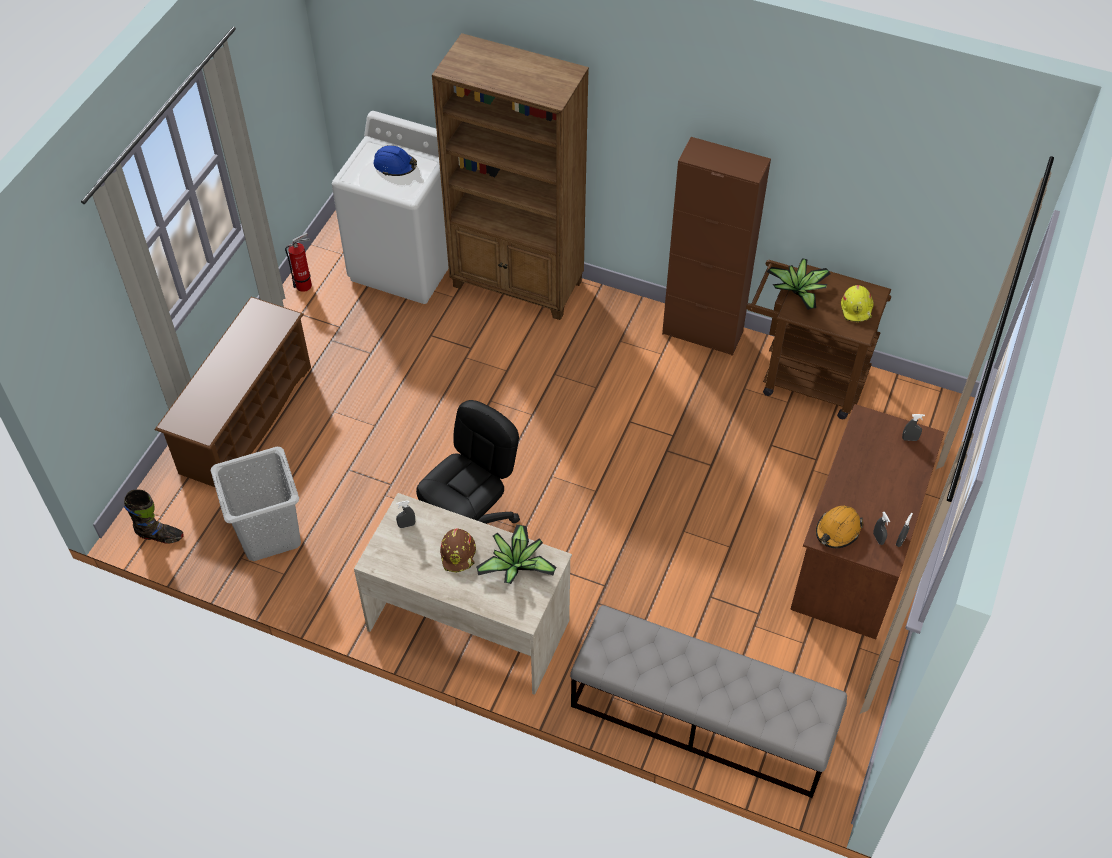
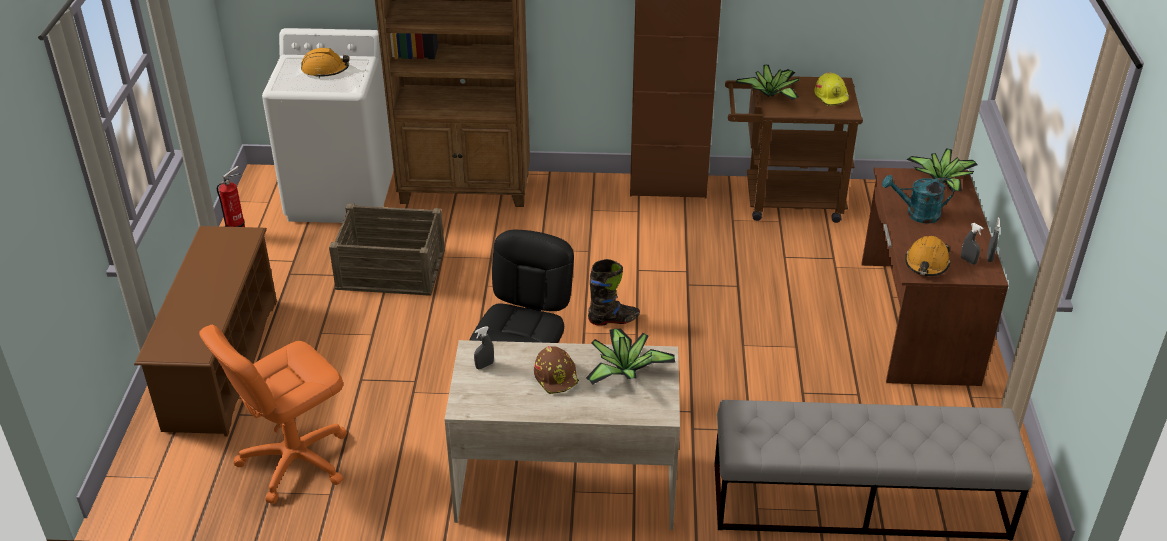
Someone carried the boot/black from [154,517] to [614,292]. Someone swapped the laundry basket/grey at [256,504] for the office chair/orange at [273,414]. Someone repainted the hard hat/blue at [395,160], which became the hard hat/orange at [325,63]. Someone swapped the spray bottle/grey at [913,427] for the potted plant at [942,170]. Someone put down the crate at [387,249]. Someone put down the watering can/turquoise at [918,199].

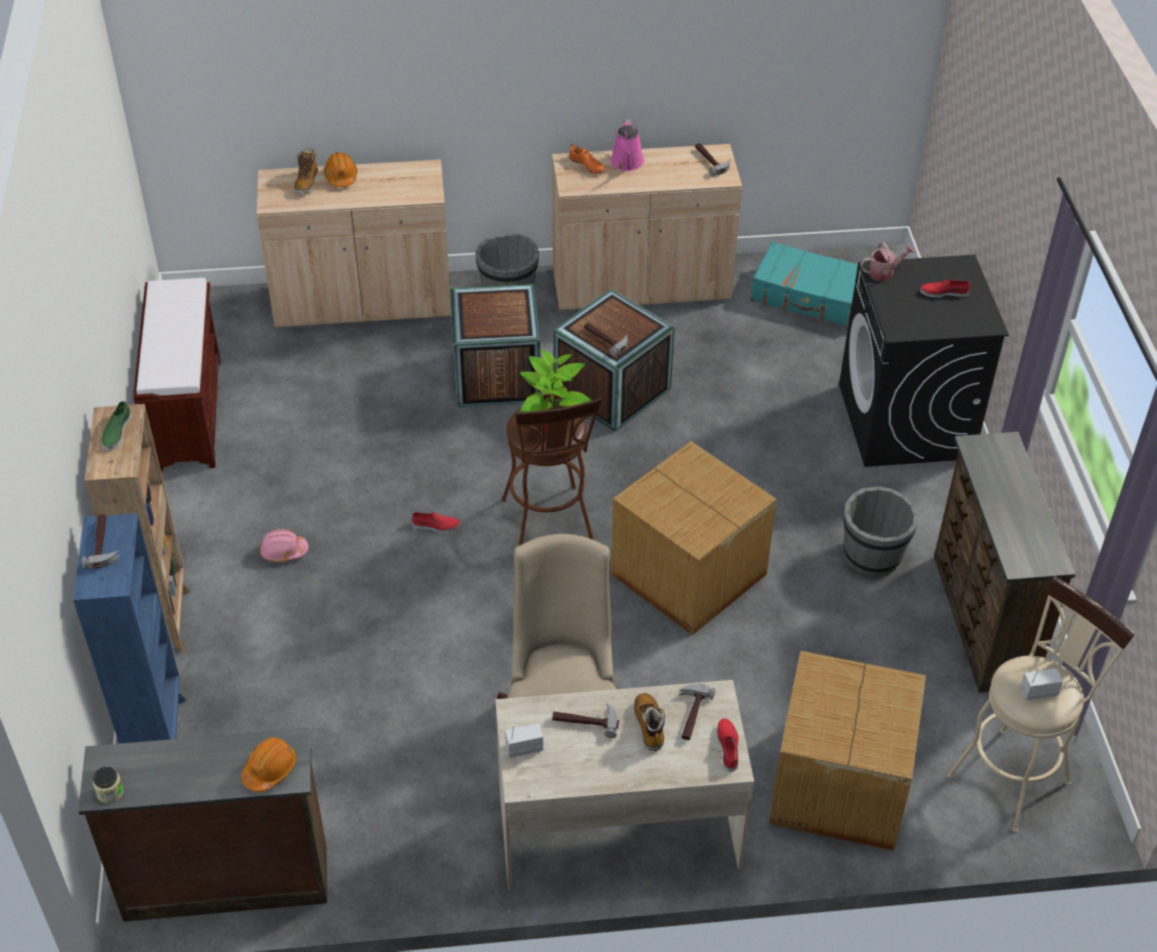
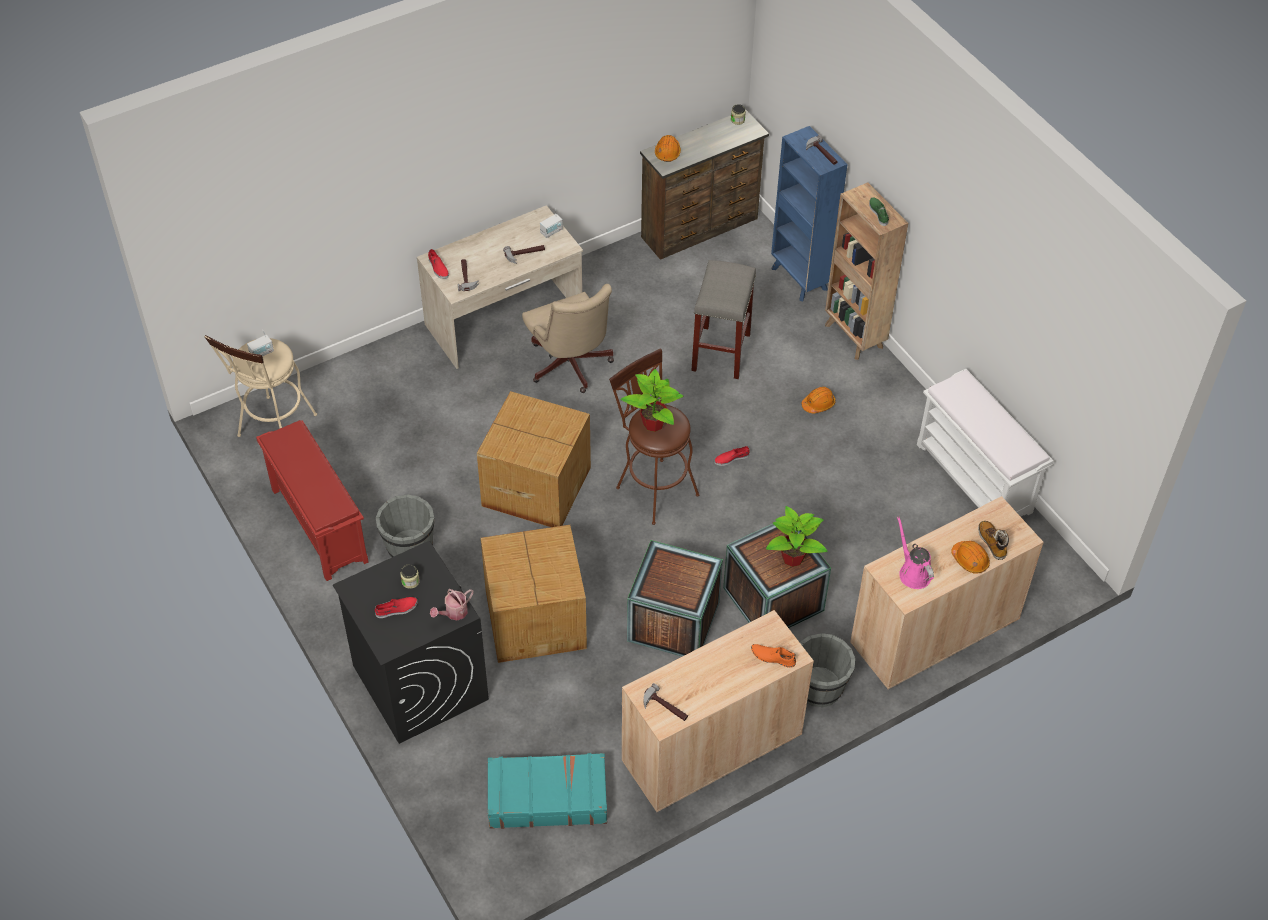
Someone repainted the bench/brown at [177,374], which became the bench/white at [985,442]. Someone repainted the hard hat/pink at [283,545], which became the hard hat/orange at [819,400]. Someone took away the hammer at [606,339]. Someone carried the watering can/pink from [627,145] to [915,552]. Someone took away the boot at [649,722]. Someone carried the cardboard box from [847,751] to [534,594]. Someone swapped the dresser/brown at [1005,562] for the shoe rack/red at [312,500]. Someone put down the jar at [410,576]. Someone put down the stool/grey at [723,319]. Someone put down the potted plant at [797,536].

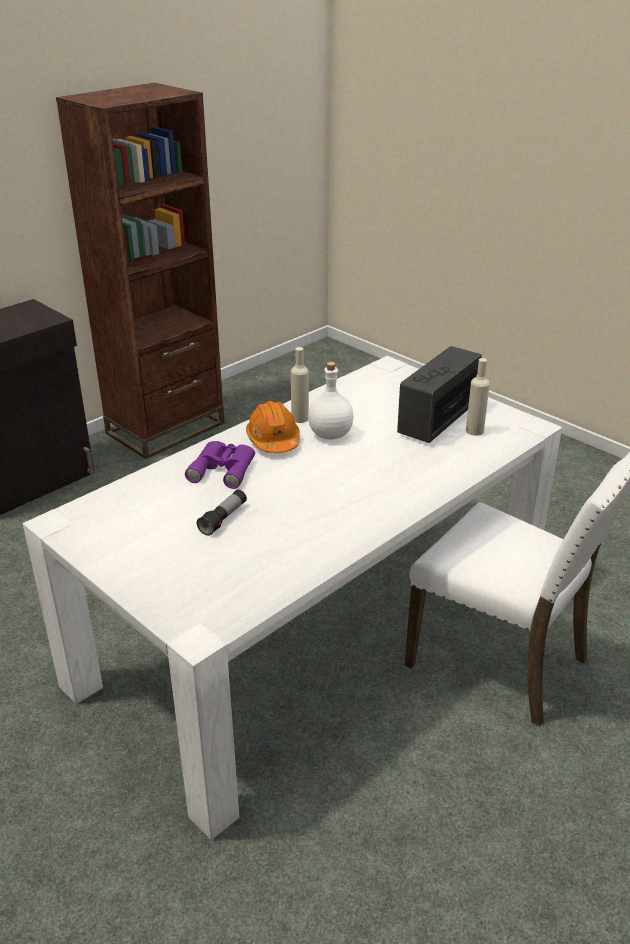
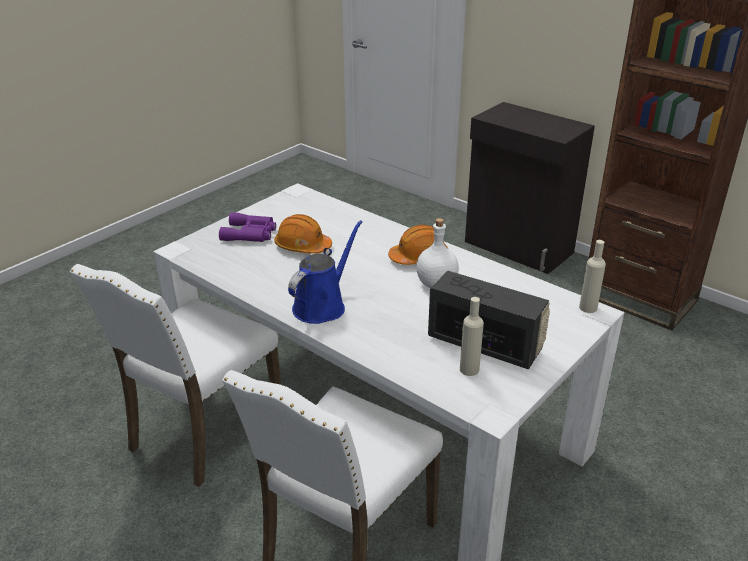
Someone carried the binoculars/purple from [220,465] to [247,227]. Someone swapped the flashlight at [222,513] for the hard hat/orange at [303,234]. Someone carried the bottle/beige from [300,385] to [592,276]. Someone put down the chair/white at [175,375]. Someone put down the watering can/blue at [325,272].

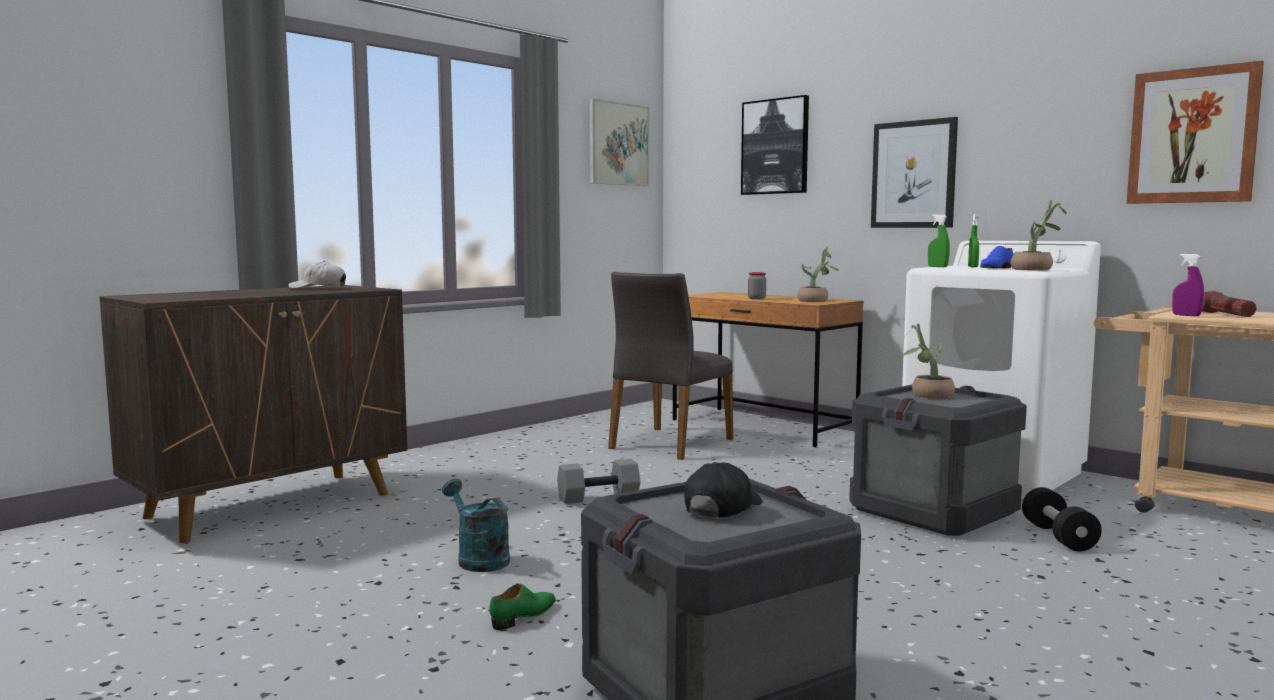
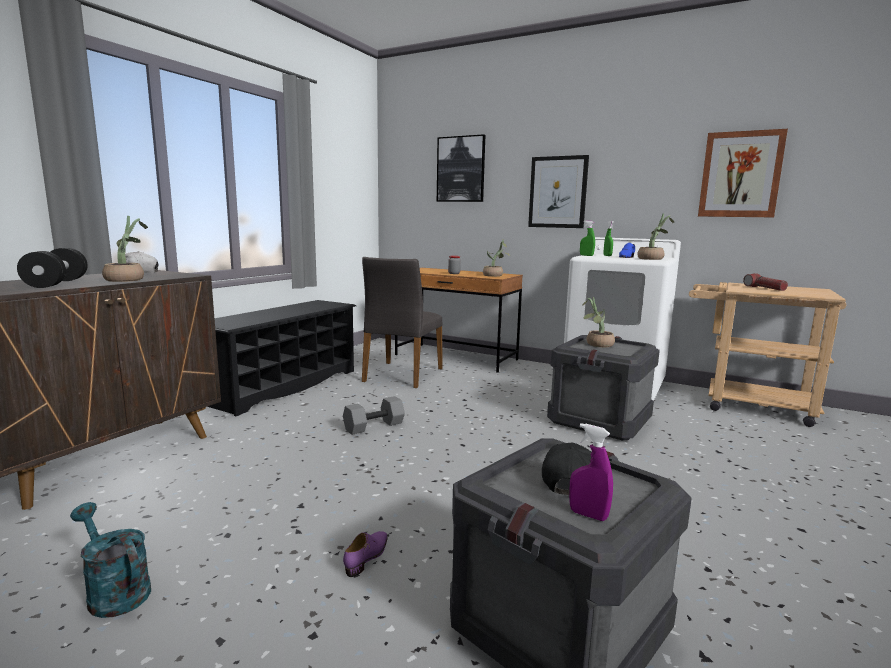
Someone carried the watering can/turquoise from [476,525] to [110,560]. Someone repainted the shoe/green at [522,606], which became the shoe/purple at [365,554]. Someone took away the picture at [619,142]. Someone carried the dumbbell/black from [1062,519] to [52,268]. Someone carried the spray bottle/purple from [1188,285] to [591,472]. Someone put down the potted plant at [125,249]. Someone put down the shoe rack/black at [282,358].

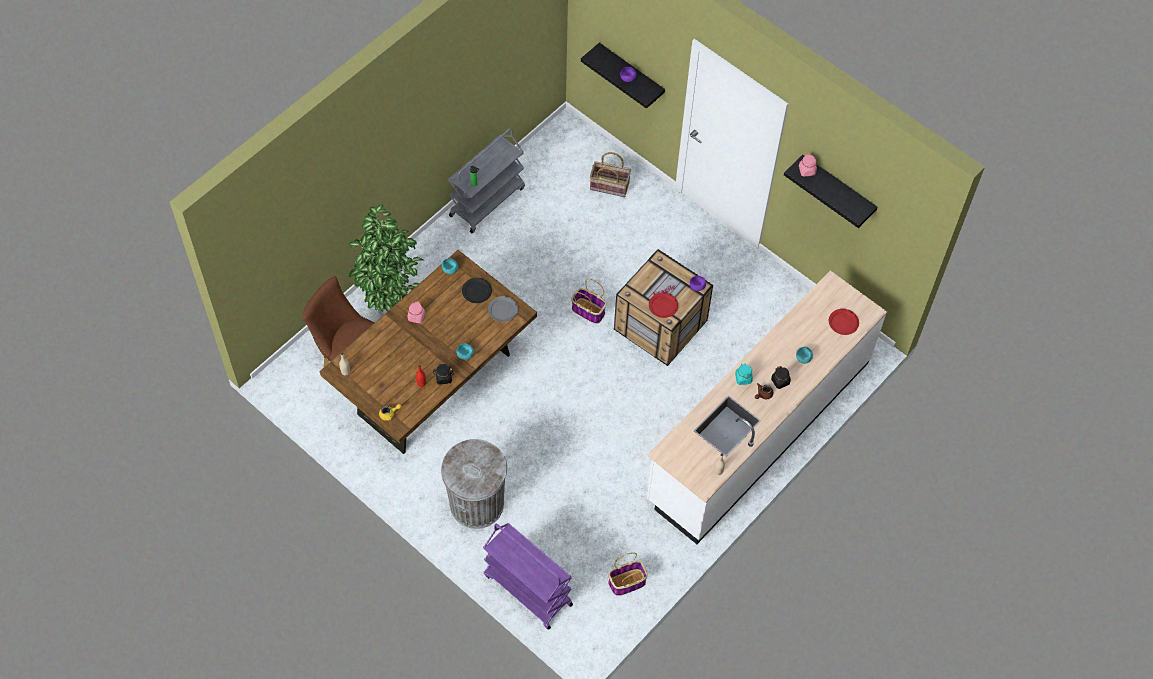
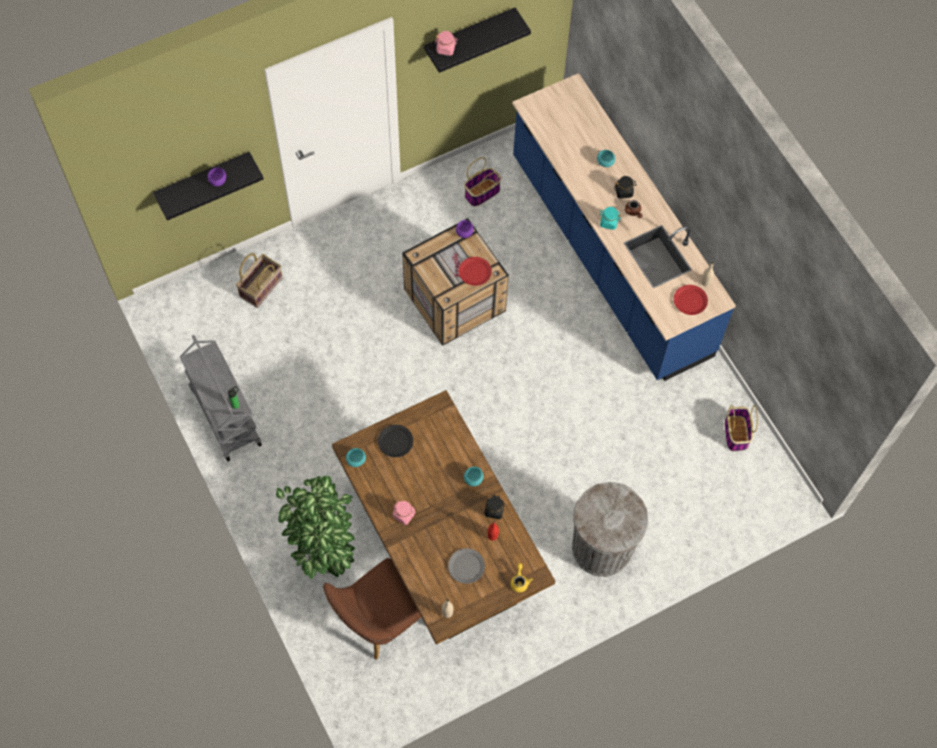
Someone took away the cart/purple at [528,576]. Someone carried the plate/grey from [503,309] to [466,566]. Someone carried the basket from [588,301] to [483,182]. Someone repainted the counter/white at [767,407], which became the counter/blue at [624,227]. Someone carried the plate/red from [844,322] to [691,300].

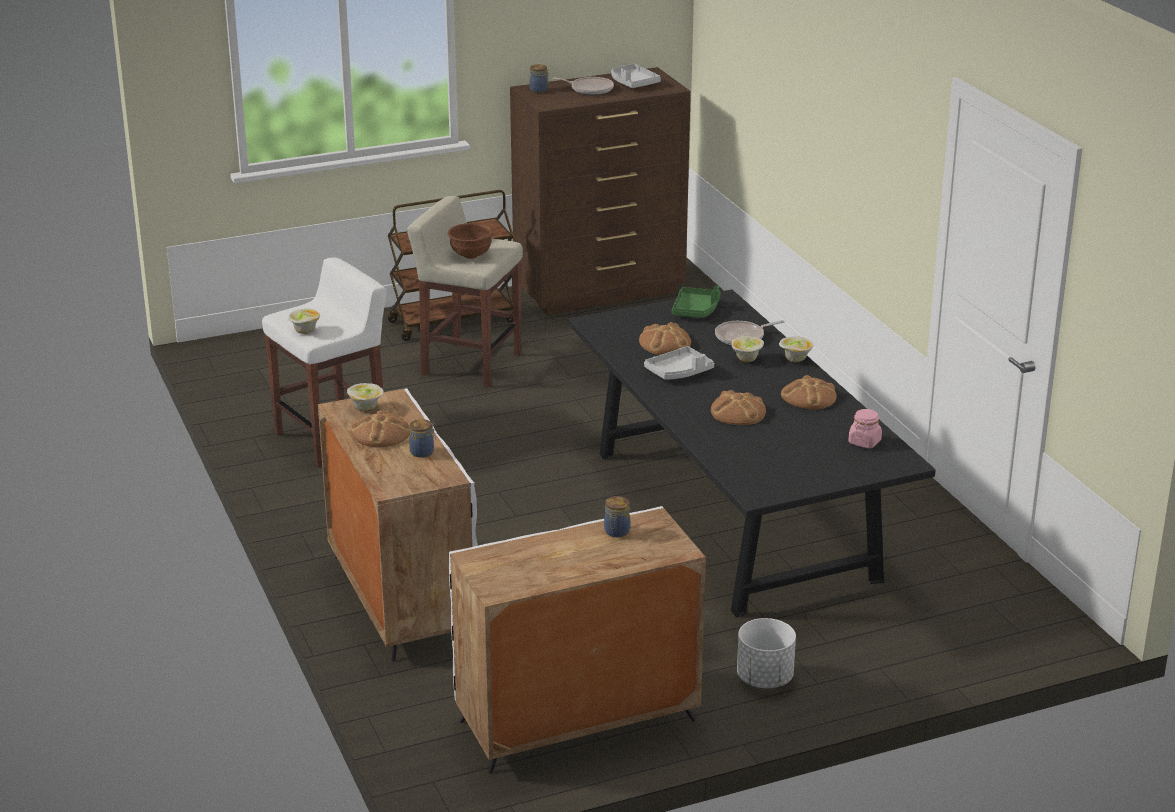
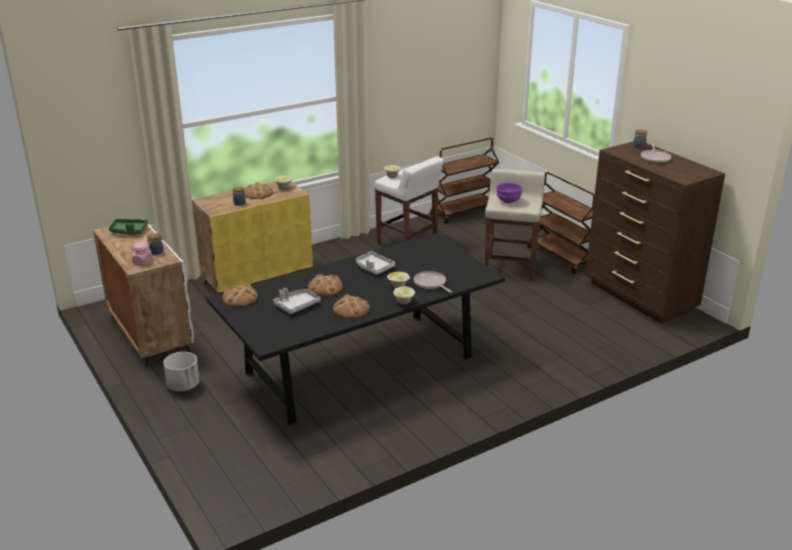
Someone repainted the cabinet/white at [398,525], which became the cabinet/yellow at [252,237]. Someone repainted the bowl/brown at [470,241], which became the bowl/purple at [509,192]. Someone carried the tray/grey from [636,76] to [296,301]. Someone carried the bread from [665,338] to [240,295]. Someone carried the tray/green from [696,302] to [128,226]. Someone carried the jar/pink from [865,428] to [142,253]. Someone put down the cart/brown at [464,181].

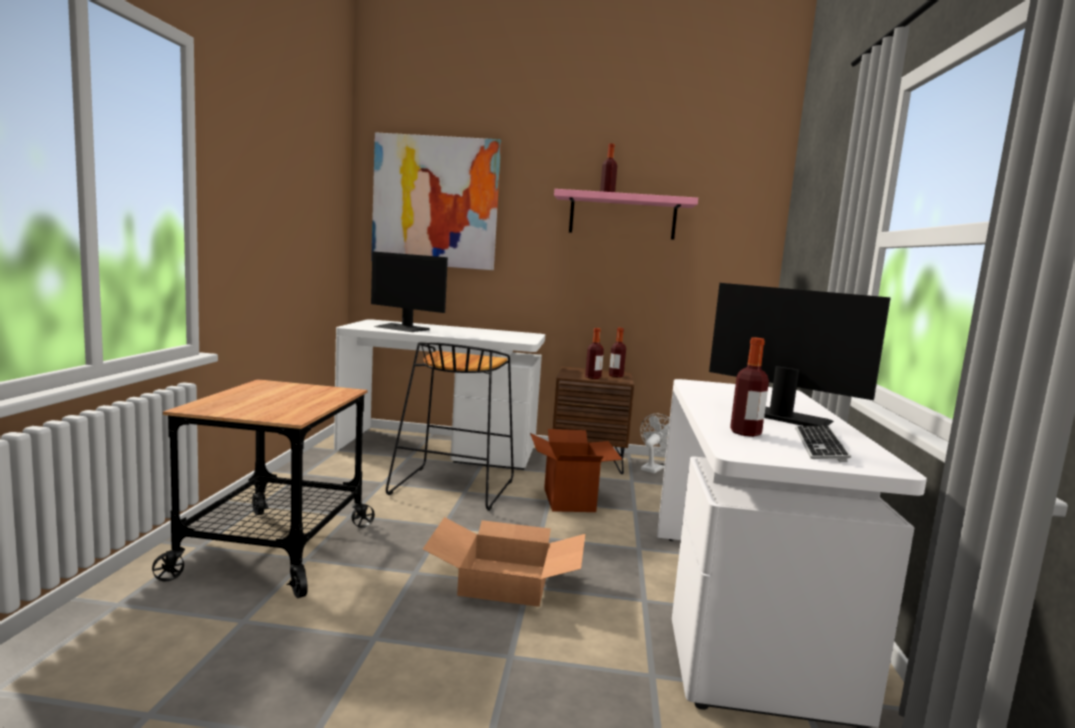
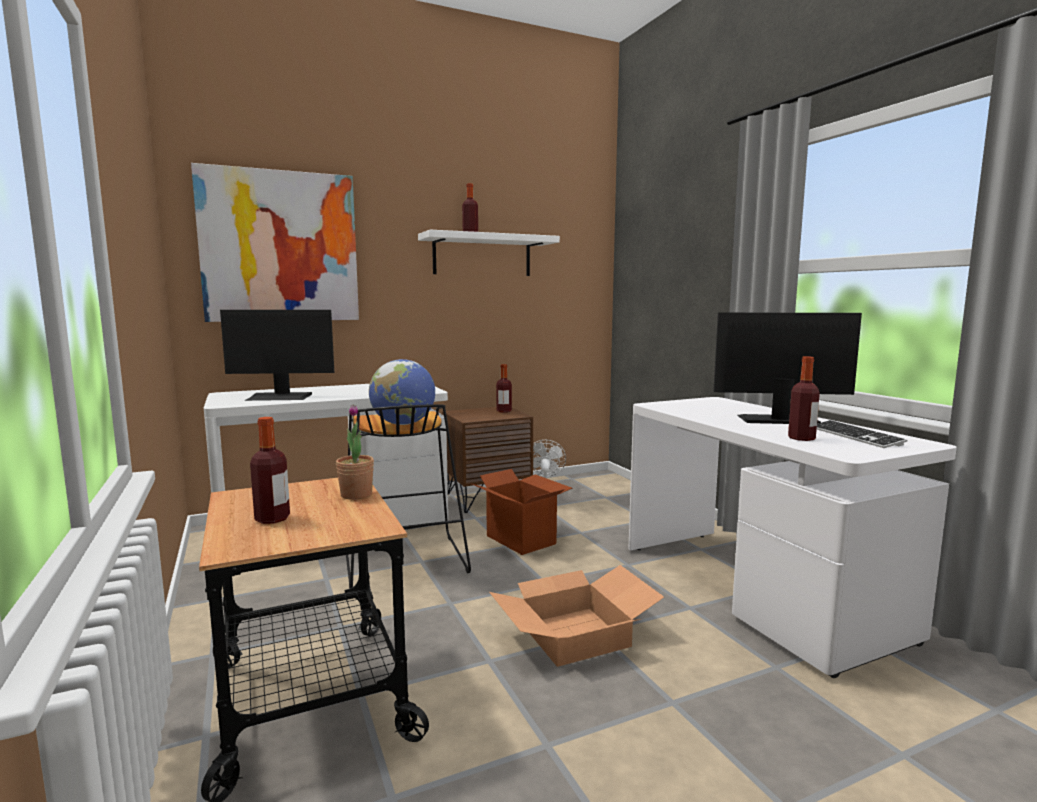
Someone repainted the shelf/pink at [626,214], which became the shelf/white at [489,253]. Someone carried the bottle from [594,353] to [270,470]. Someone put down the potted plant at [355,452]. Someone put down the globe at [402,392].

